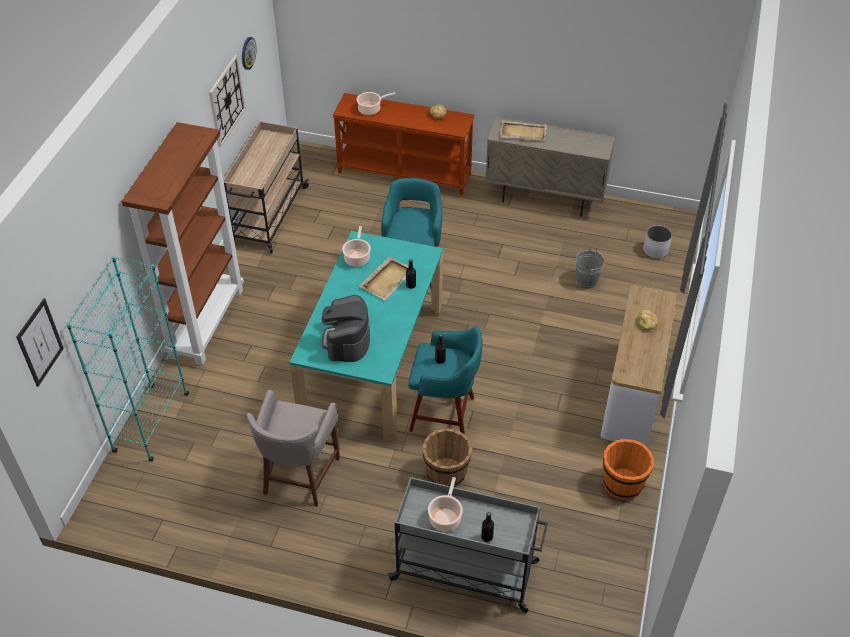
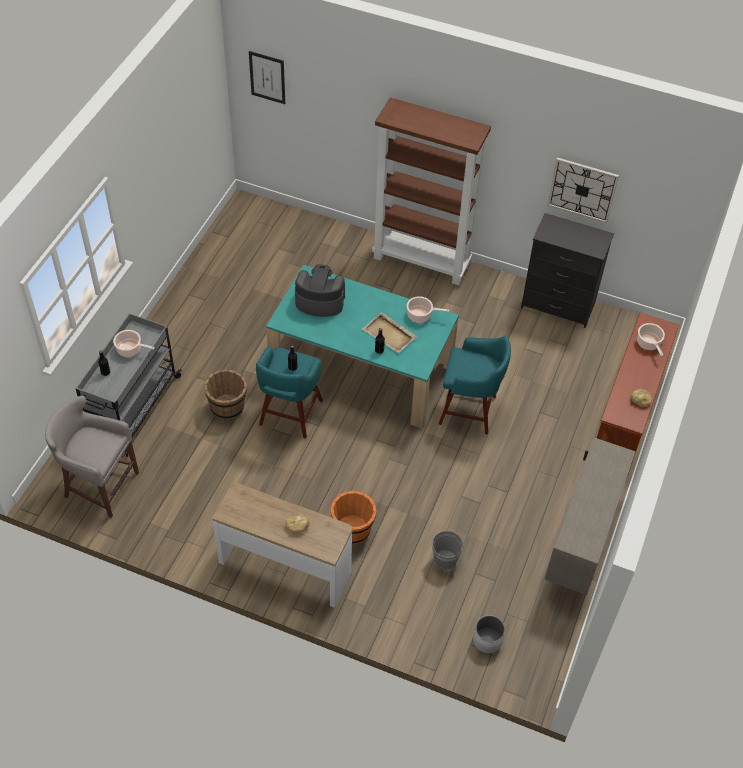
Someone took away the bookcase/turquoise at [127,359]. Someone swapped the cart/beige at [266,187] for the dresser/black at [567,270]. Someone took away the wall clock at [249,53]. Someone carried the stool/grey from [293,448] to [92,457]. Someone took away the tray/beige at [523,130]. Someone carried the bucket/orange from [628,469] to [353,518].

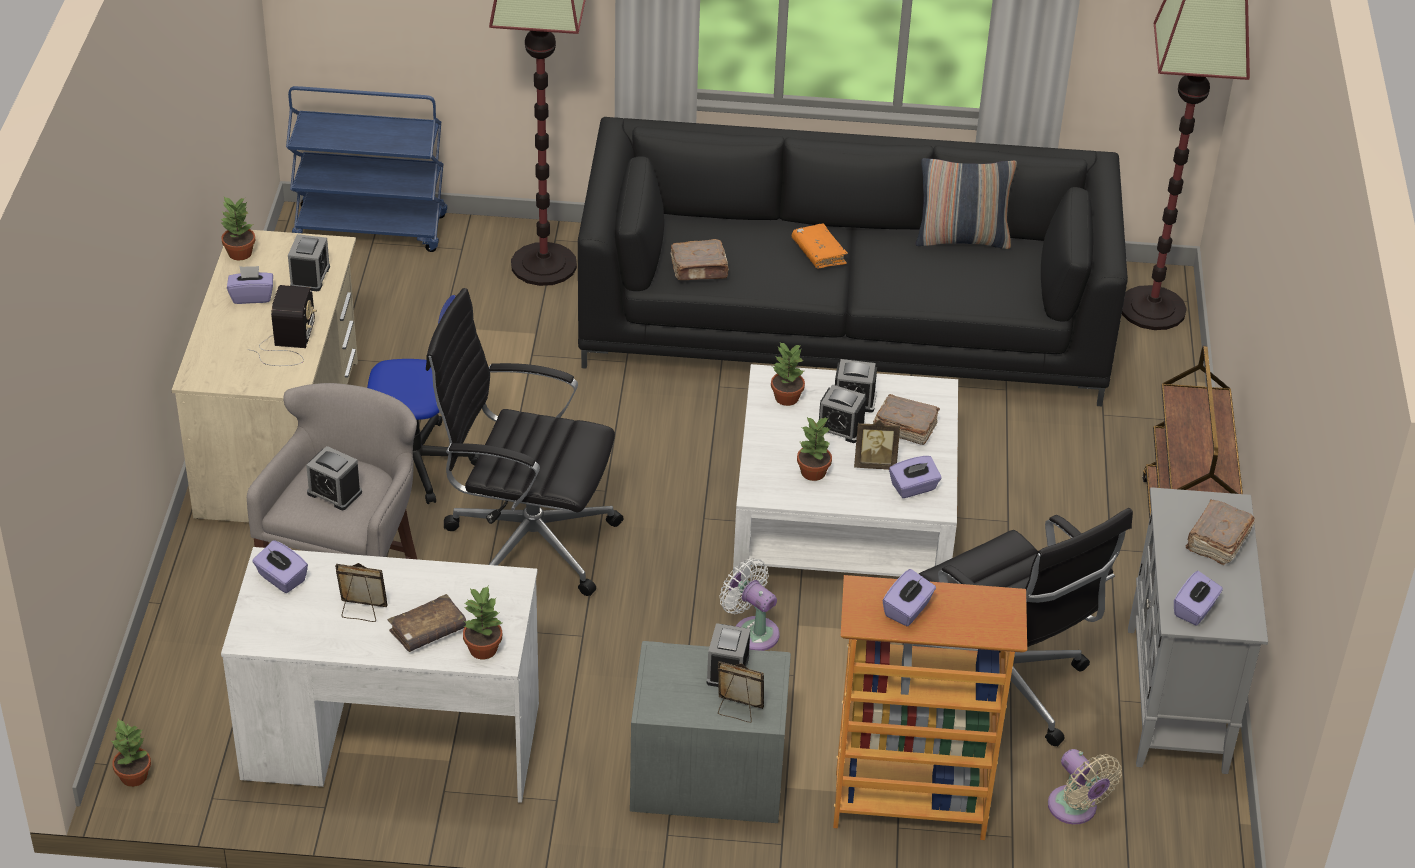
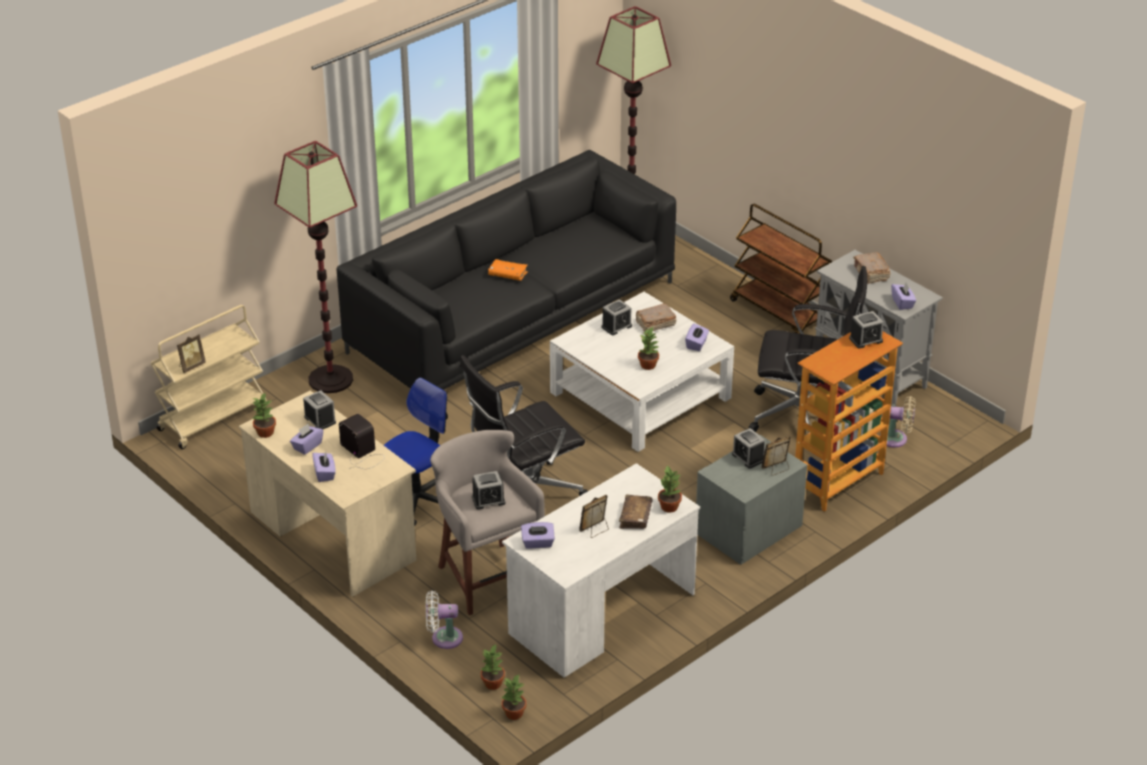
Someone repainted the cart/blue at [366,169], which became the cart/beige at [208,377]. Someone took away the book/brown at [699,259]. Someone carried the fan/white from [749,604] to [444,620]. Someone carried the potted plant from [788,374] to [492,667]. Someone carried the alarm clock from [842,413] to [866,330]. Someone carried the picture frame from [877,445] to [191,353]. Someone carried the tissue box/purple from [909,597] to [324,467]. Someone took away the pillow at [966,203].

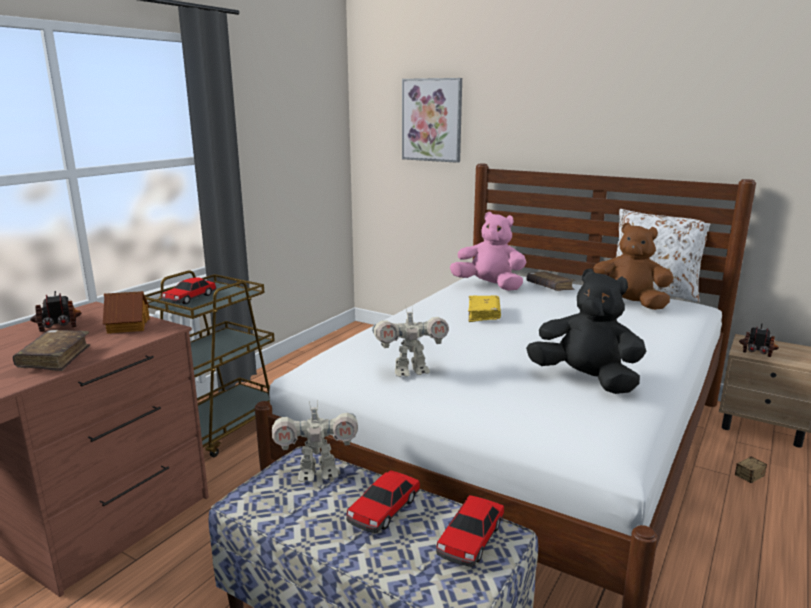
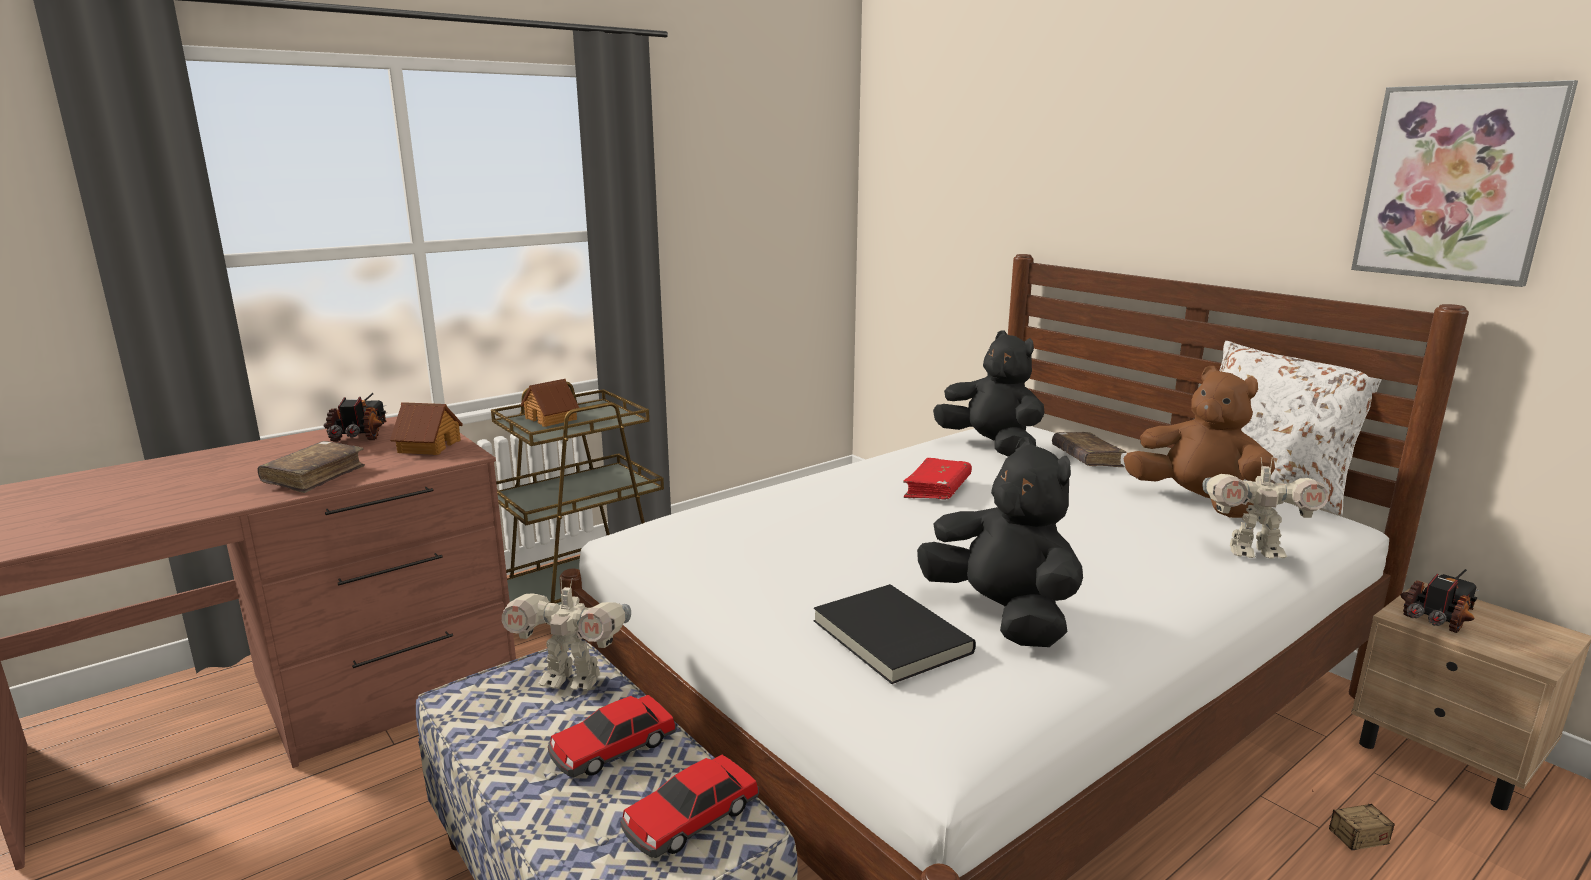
Someone swapped the toy car at [188,290] for the toy house at [549,403]. Someone carried the toy robot from [410,341] to [1265,508]. Someone carried the picture from [432,120] to [1464,183]. Someone repainted the plush toy/pink at [488,251], which became the plush toy/black at [988,393]. Someone repainted the book/yellow at [484,308], which became the book/red at [937,478]. Someone put down the book/black at [895,634].

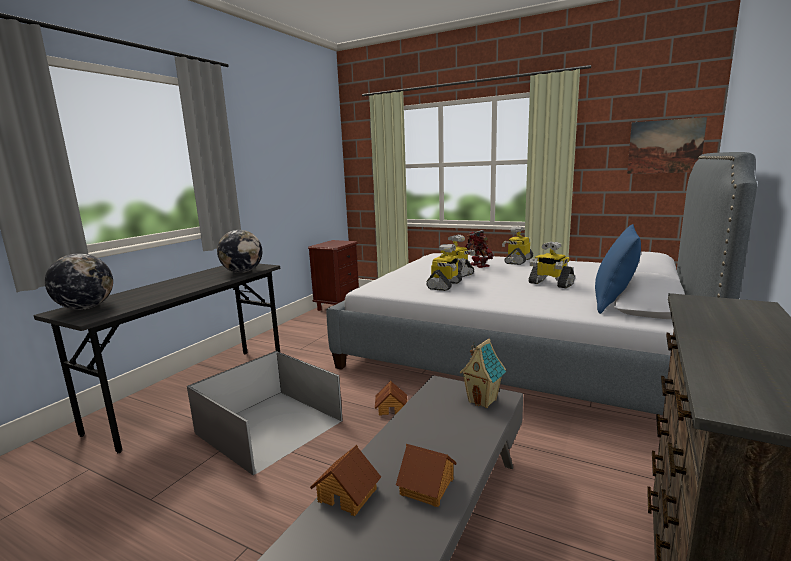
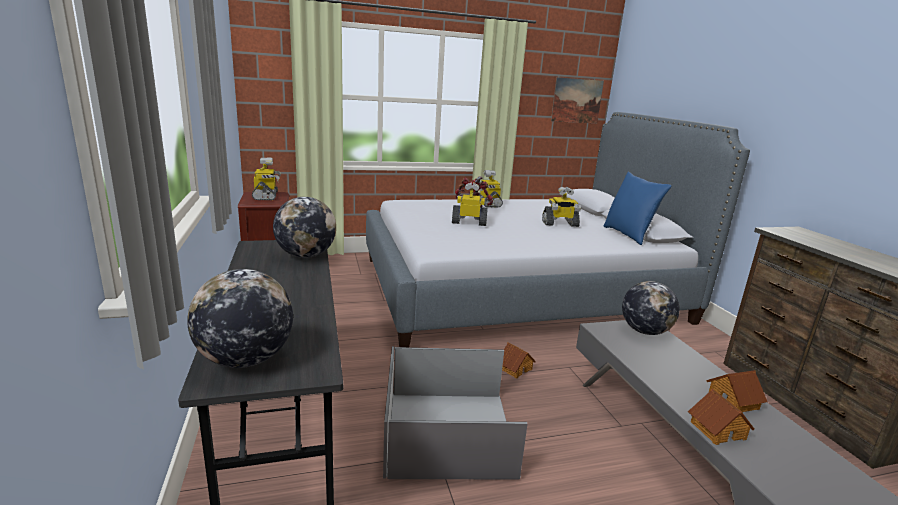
Someone carried the toy robot from [446,267] to [266,179]. Someone swapped the toy house at [483,373] for the globe at [651,308].

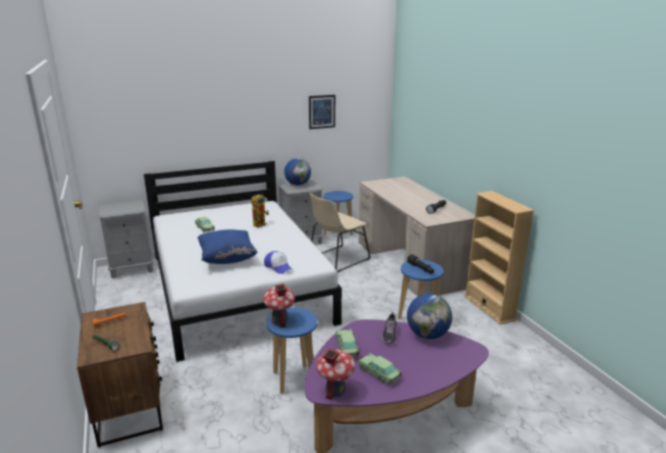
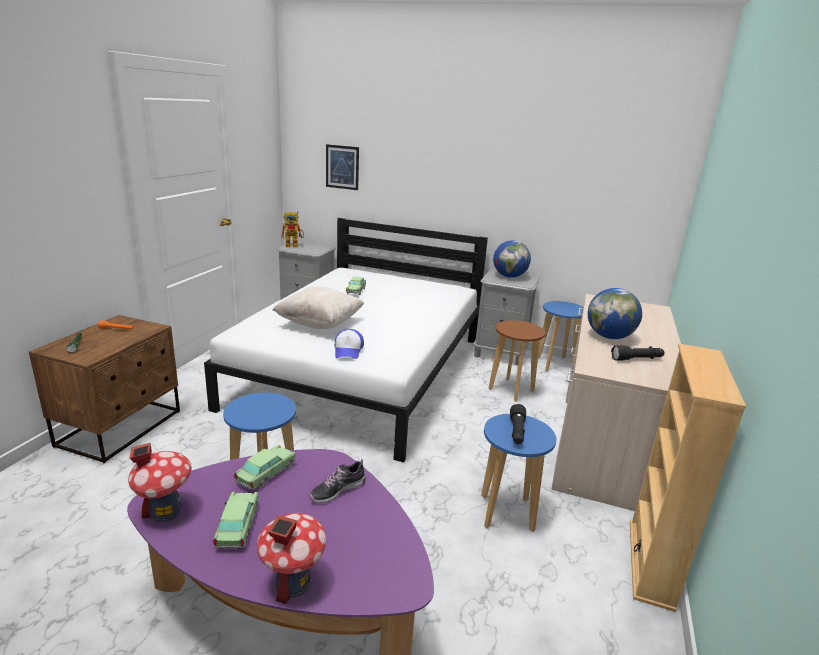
Someone repainted the pillow/blue at [228,246], which became the pillow/beige at [318,307]. Someone carried the toy robot from [260,210] to [292,229]. Someone carried the toy house from [279,305] to [291,558]. Someone carried the picture from [322,112] to [342,167]. Someone swapped the chair/beige at [339,233] for the stool/brown at [517,361]. Someone carried the globe from [429,316] to [615,313].

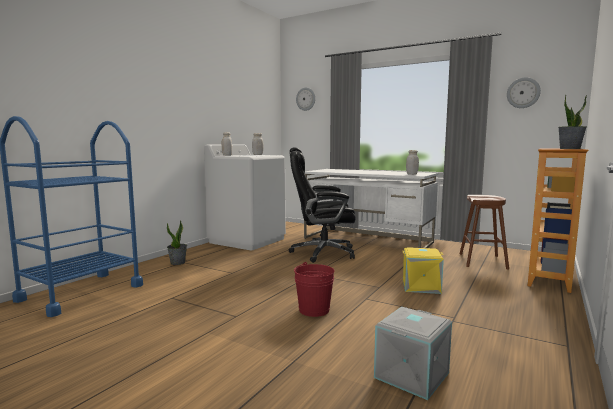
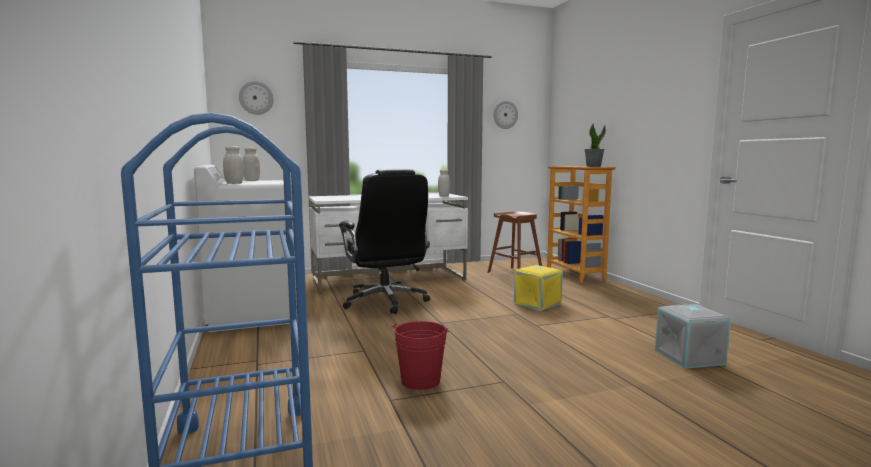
Someone took away the potted plant at [177,242]. Someone rotated the office chair/black at [322,205] by 60 degrees counterclockwise. Someone carried the bucket/red from [314,289] to [420,355].

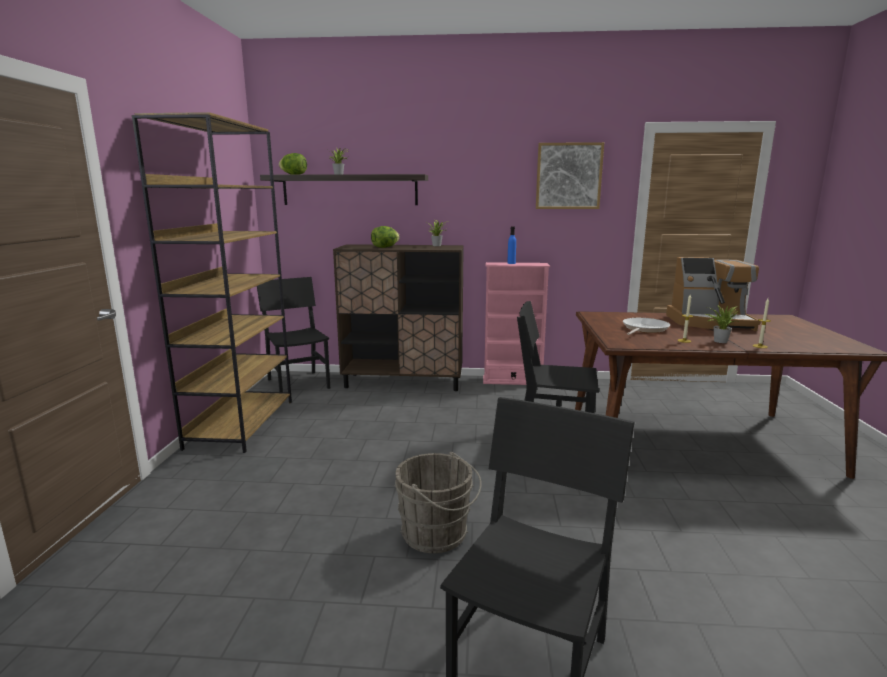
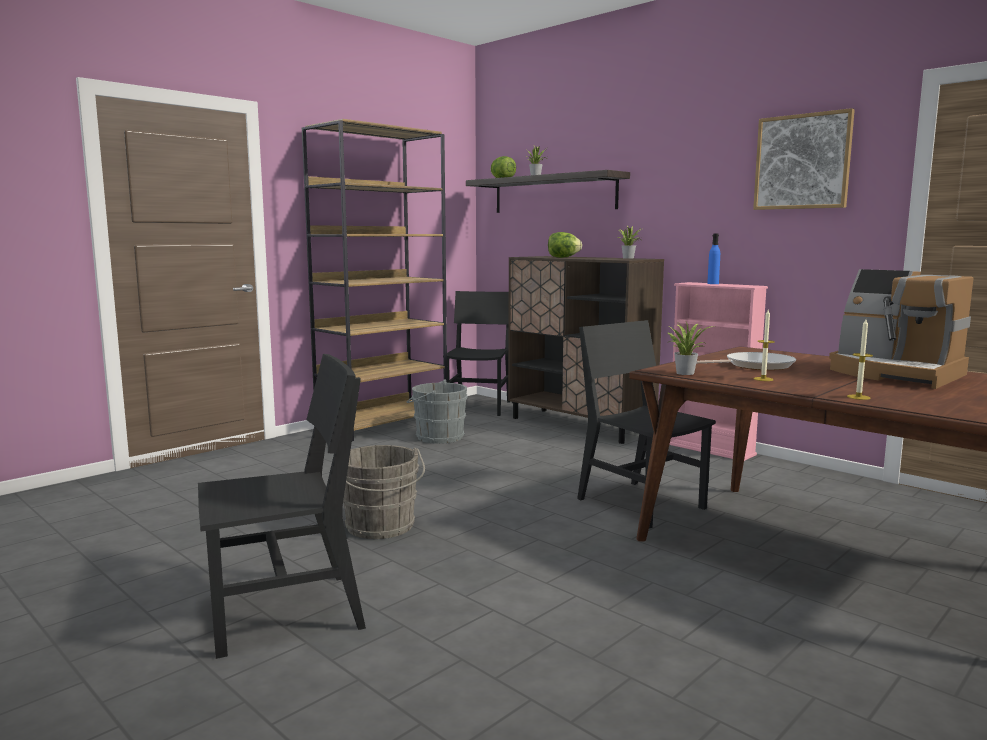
Someone carried the potted plant from [723,324] to [691,348]. Someone put down the bucket/grey at [437,412].

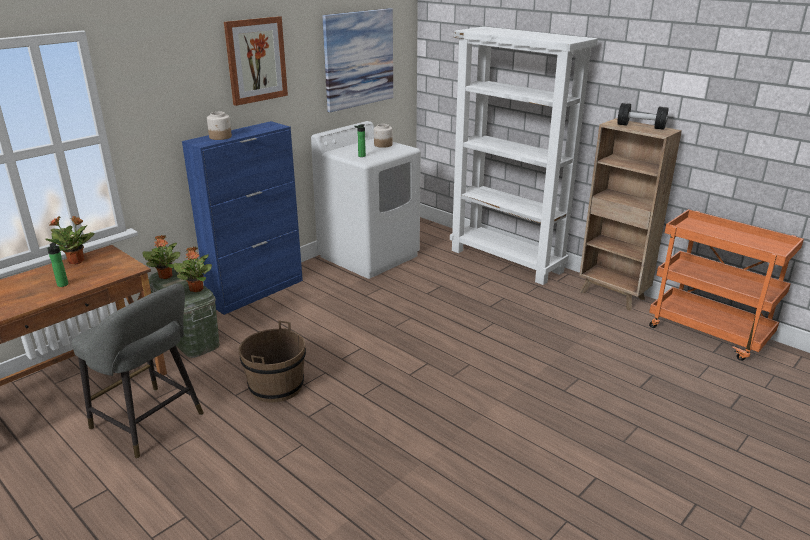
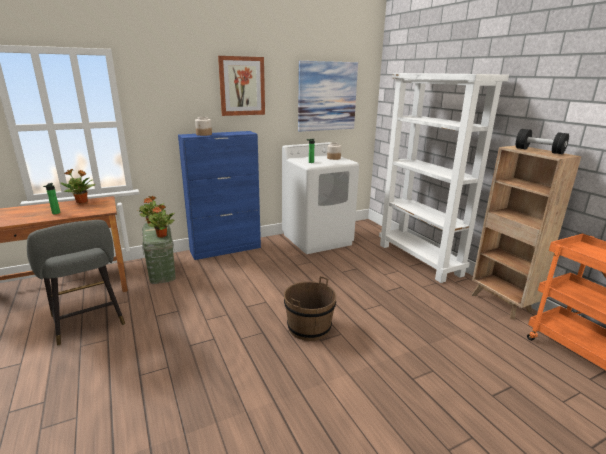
Someone carried the bucket/brown from [272,362] to [310,308].

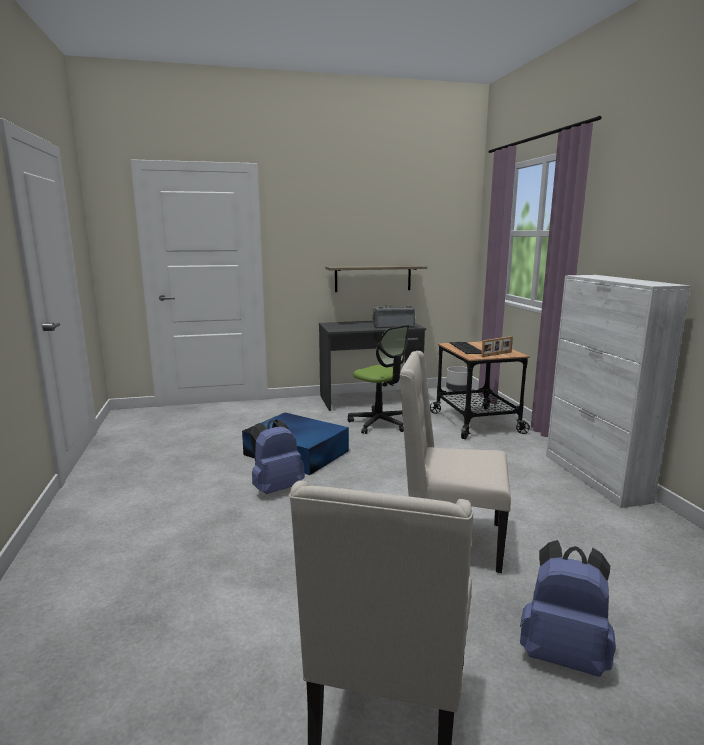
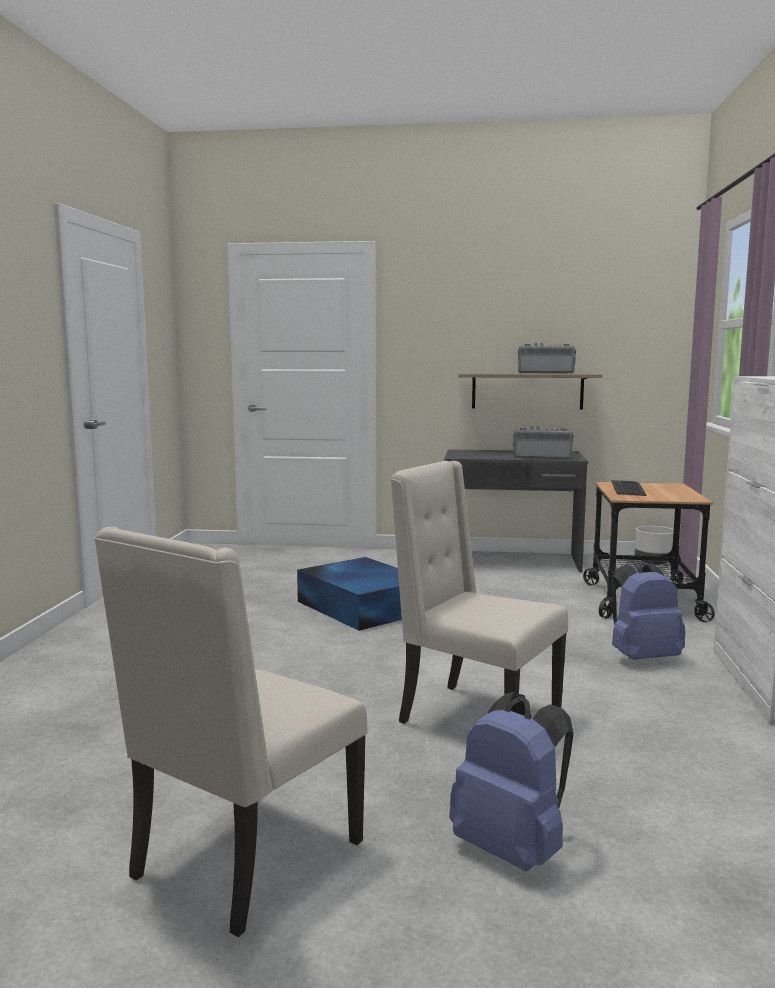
Someone carried the backpack/blue from [277,456] to [648,611]. Someone took away the office chair at [378,379]. Someone took away the picture frame at [497,346]. Someone put down the radio at [547,358].

